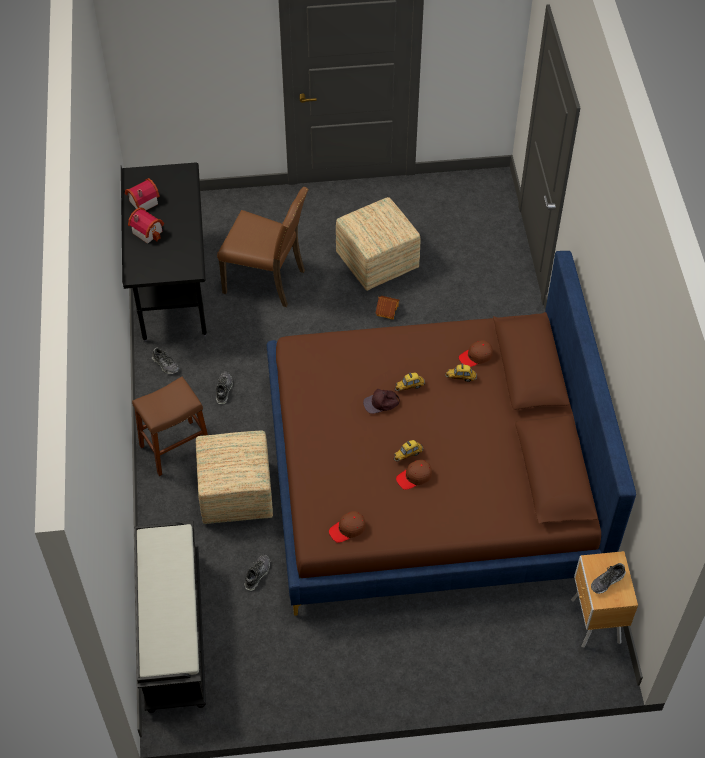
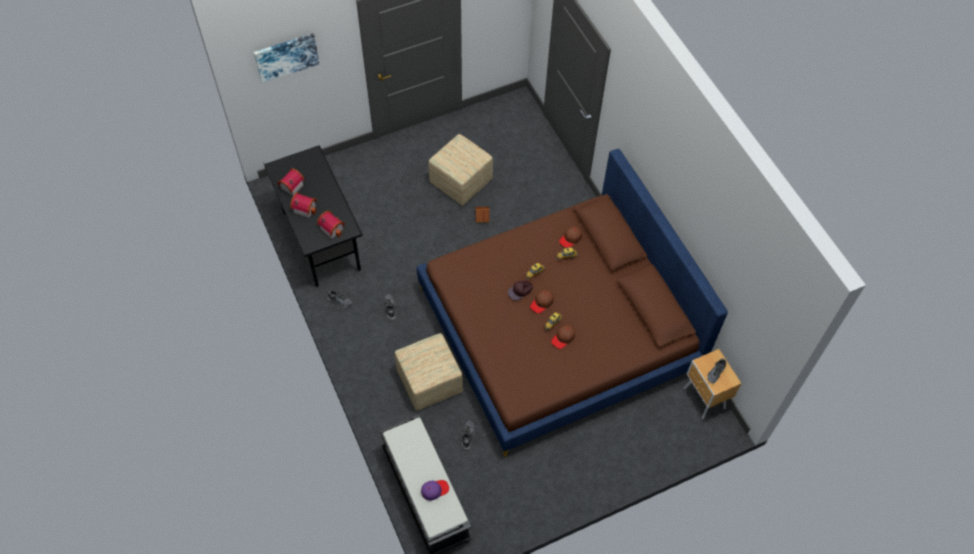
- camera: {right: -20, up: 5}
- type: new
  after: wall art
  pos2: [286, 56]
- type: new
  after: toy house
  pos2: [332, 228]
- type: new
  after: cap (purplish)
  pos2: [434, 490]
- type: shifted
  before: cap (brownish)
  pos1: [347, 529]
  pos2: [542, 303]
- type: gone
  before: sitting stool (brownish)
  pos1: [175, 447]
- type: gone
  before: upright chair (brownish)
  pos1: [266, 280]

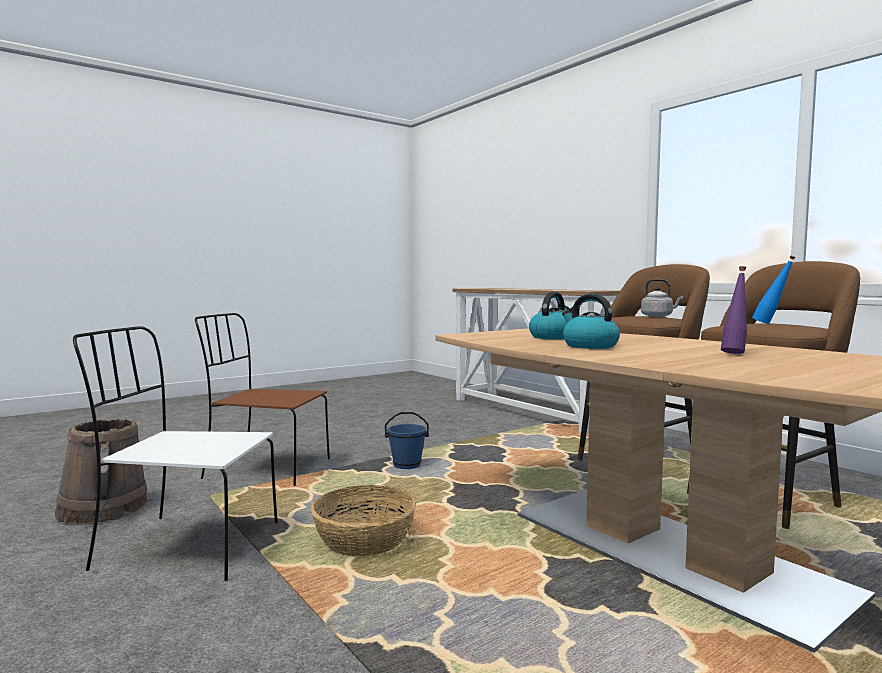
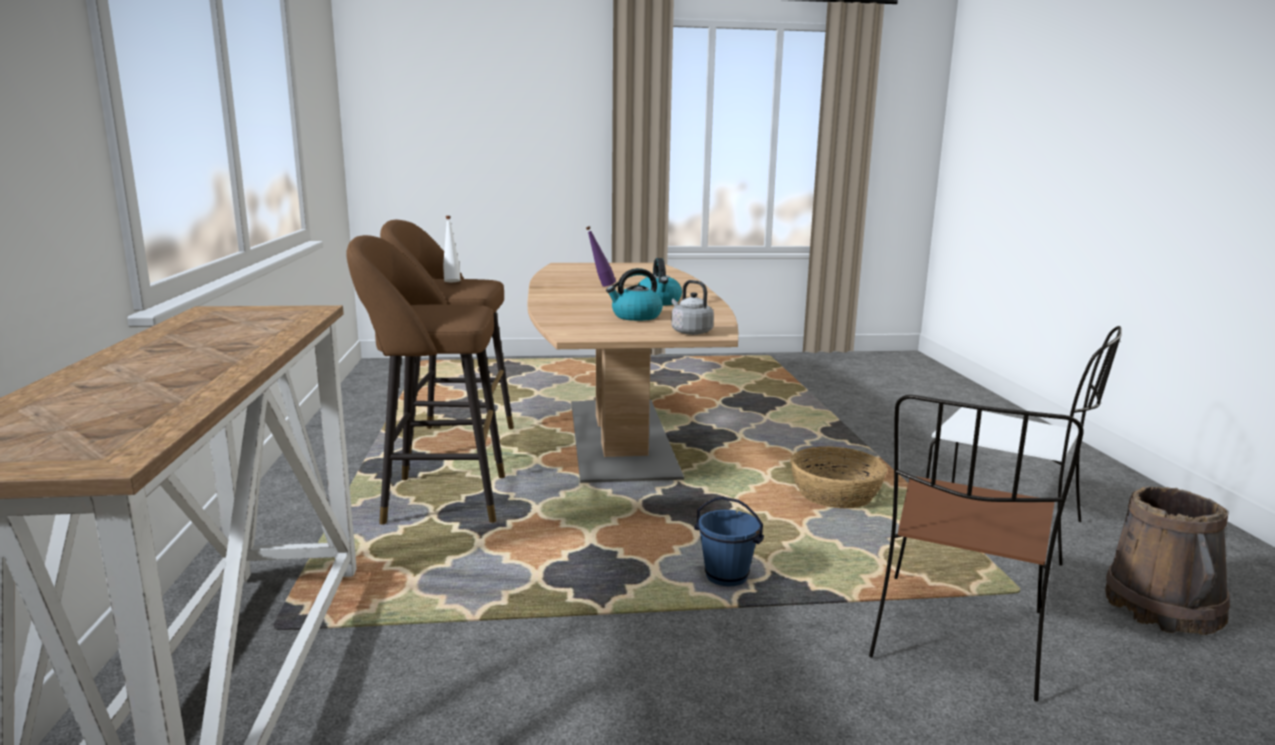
- camera: {right: -150, up: 10}
- type: repainted
  before: beverage bottle (blue)
  after: beverage bottle (whitish)
  pos1: [771, 323]
  pos2: [451, 282]
- type: shifted
  before: tea kettle (grey)
  pos1: [658, 316]
  pos2: [690, 332]
- type: rotated
  before: upright chair (brownish)
  pos1: [265, 469]
  pos2: [957, 637]
  turn: 75

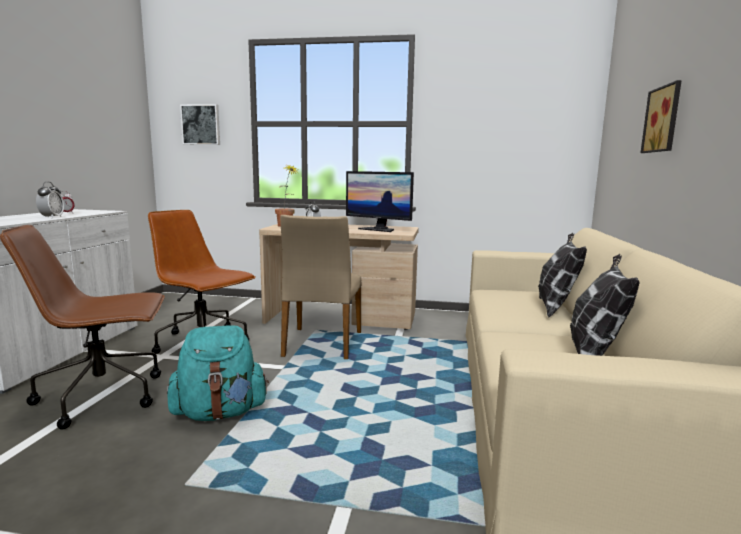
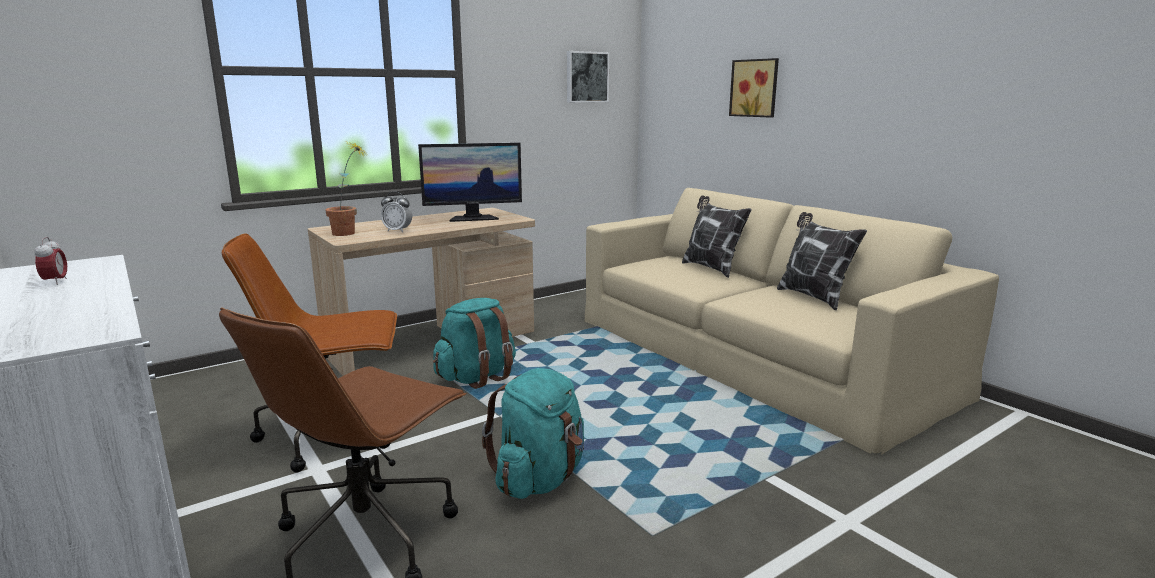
- camera: {right: -45, up: 5}
- type: swapped
  before: upright chair (sand-coloured)
  after: rucksack (turquoise)
  pos1: [322, 343]
  pos2: [477, 377]
- type: shifted
  before: wall art
  pos1: [201, 125]
  pos2: [586, 77]
- type: gone
  before: bedside clock
  pos1: [52, 217]

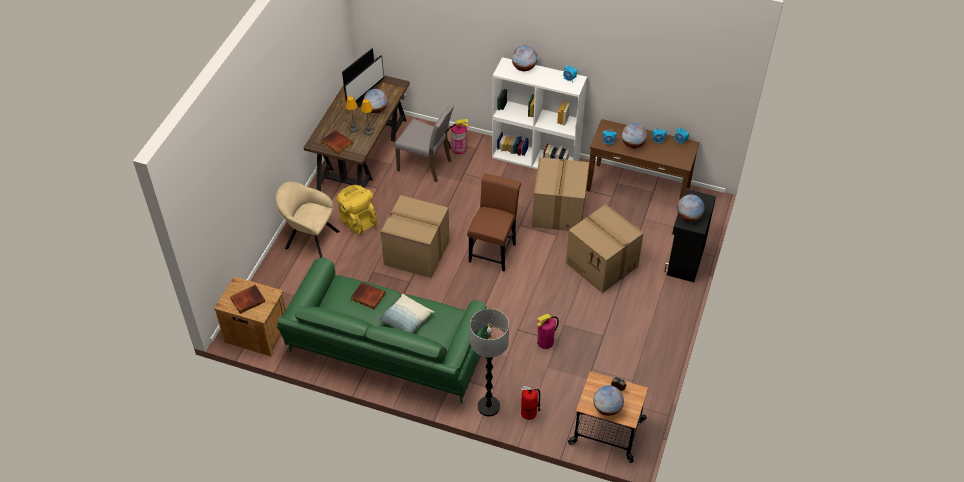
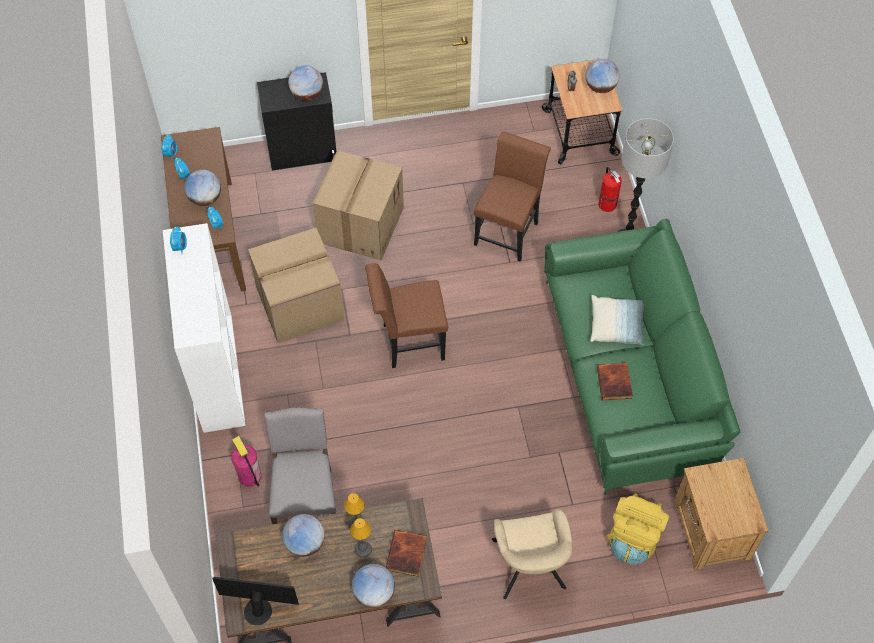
- camera: {right: -120, up: 10}
- type: shifted
  before: world globe
  pos1: [524, 68]
  pos2: [374, 592]
- type: swapped
  before: extinguisher
  after: upright chair (brownish)
  pos1: [545, 342]
  pos2: [508, 230]
- type: shifted
  before: rucksack (yellow)
  pos1: [357, 220]
  pos2: [633, 538]
- type: gone
  before: volume
  pos1: [248, 299]
- type: gone
  before: monitor
  pos1: [363, 95]
- type: gone
  before: cardboard box
  pos1: [415, 253]

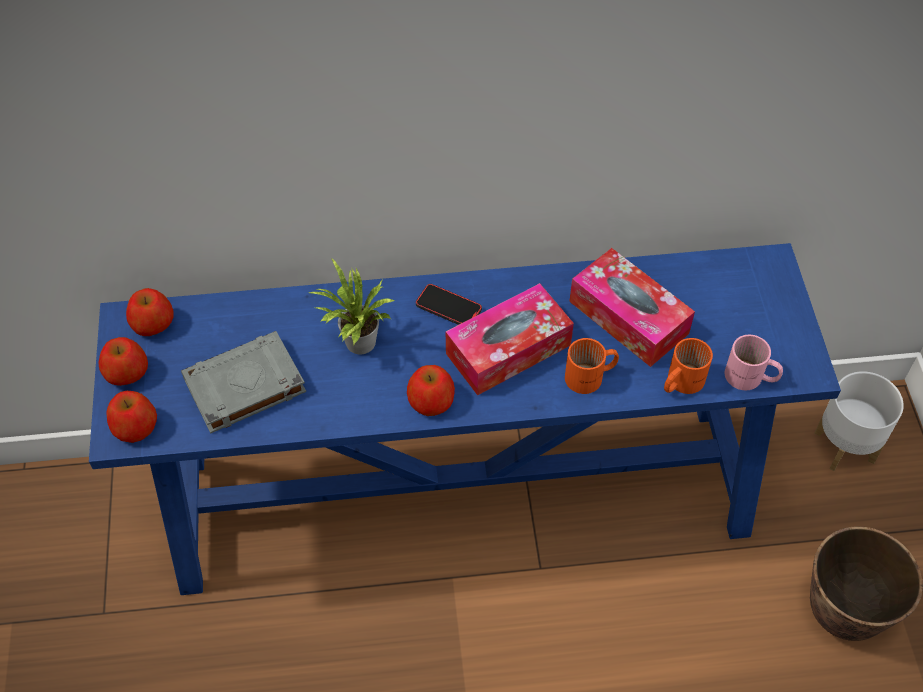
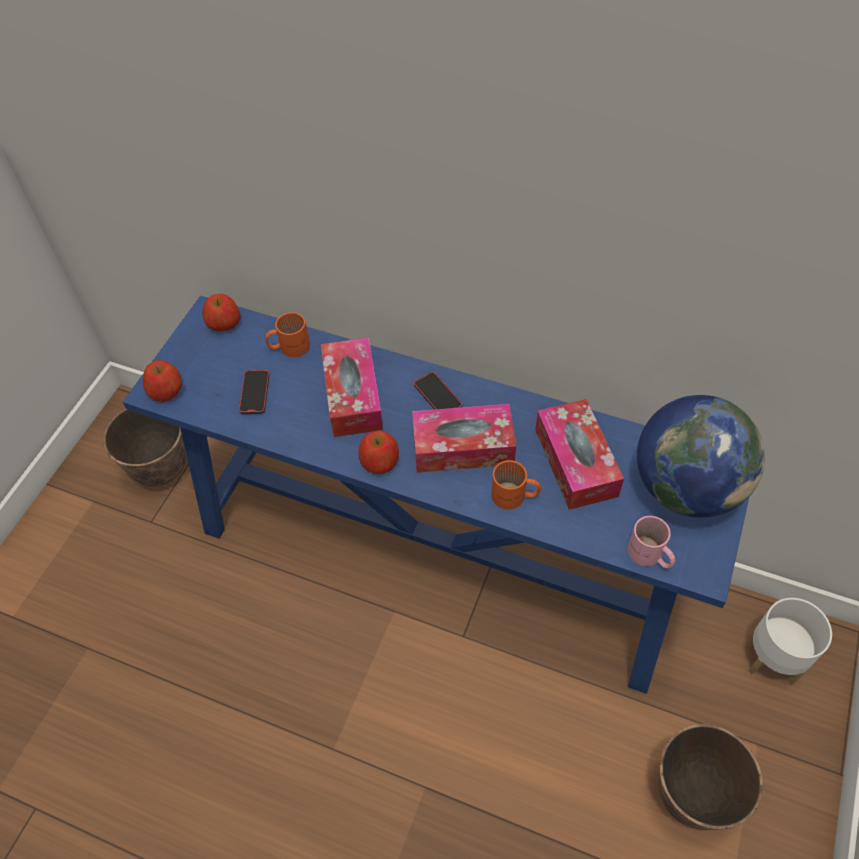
- camera: {right: 30, up: 0}
- type: new
  after: planter
  pos2: [162, 471]
- type: swapped
  before: volume (grey)
  after: telephone
  pos1: [243, 386]
  pos2: [254, 393]
- type: shifted
  before: tea mug (orangey)
  pos1: [680, 381]
  pos2: [289, 346]
- type: swapped
  before: houseplant
  after: tissue holder
  pos1: [357, 344]
  pos2: [353, 396]
- type: new
  after: world globe
  pos2: [686, 487]
- type: gone
  before: whole apple
  pos1: [126, 372]

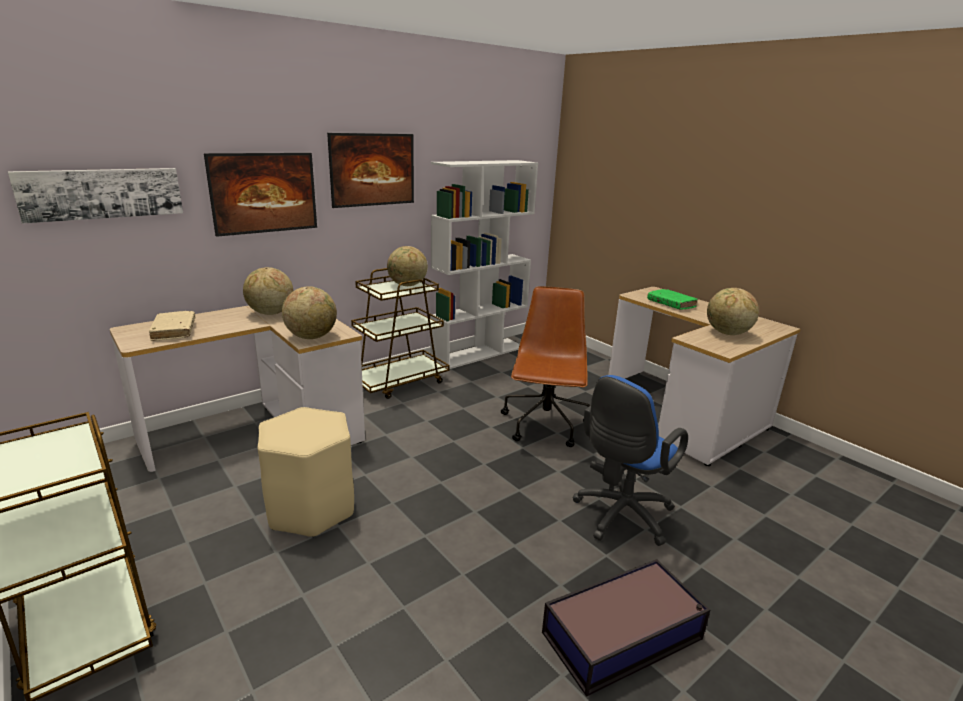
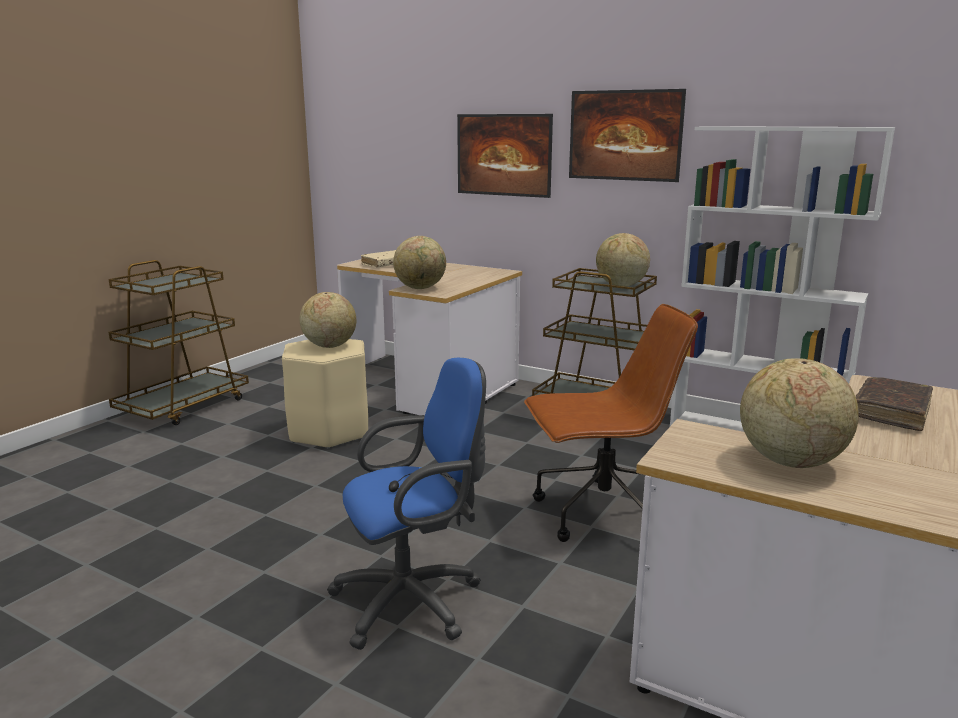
- camera: {right: 70, up: -5}
- type: shifted
  before: world globe
  pos1: [270, 313]
  pos2: [329, 346]
- type: rotated
  before: office chair (blue)
  pos1: [620, 517]
  pos2: [414, 601]
  turn: 135
- type: repainted
  before: volume (green-coloured)
  after: volume (brownish)
  pos1: [671, 304]
  pos2: [891, 412]
- type: gone
  before: wall art
  pos1: [102, 193]
- type: gone
  before: storage container
  pos1: [624, 635]

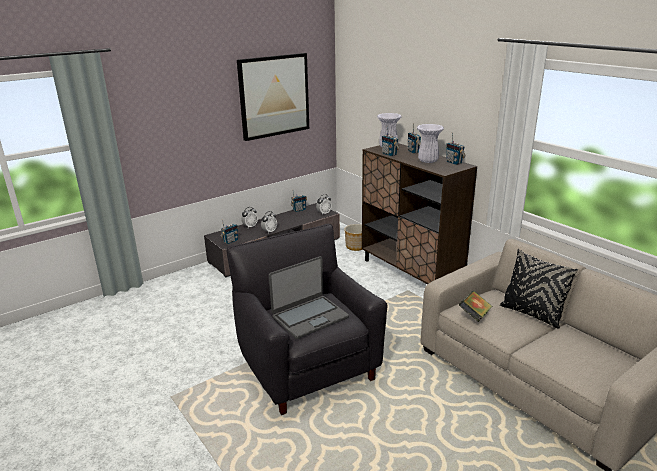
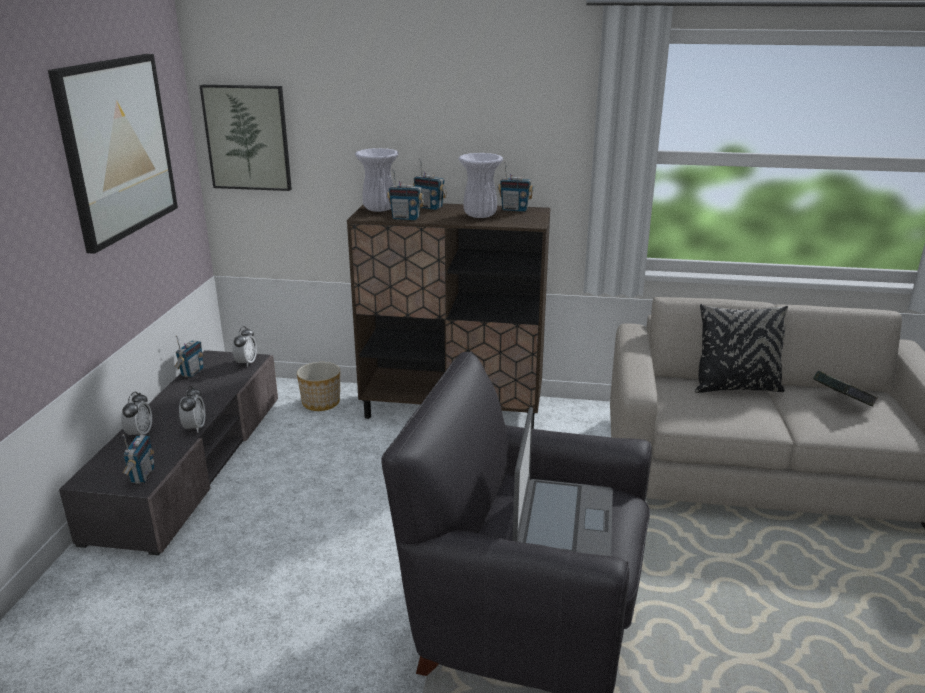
- camera: {right: -45, up: 0}
- type: new
  after: wall art
  pos2: [248, 138]
- type: shifted
  before: volume
  pos1: [474, 315]
  pos2: [841, 403]

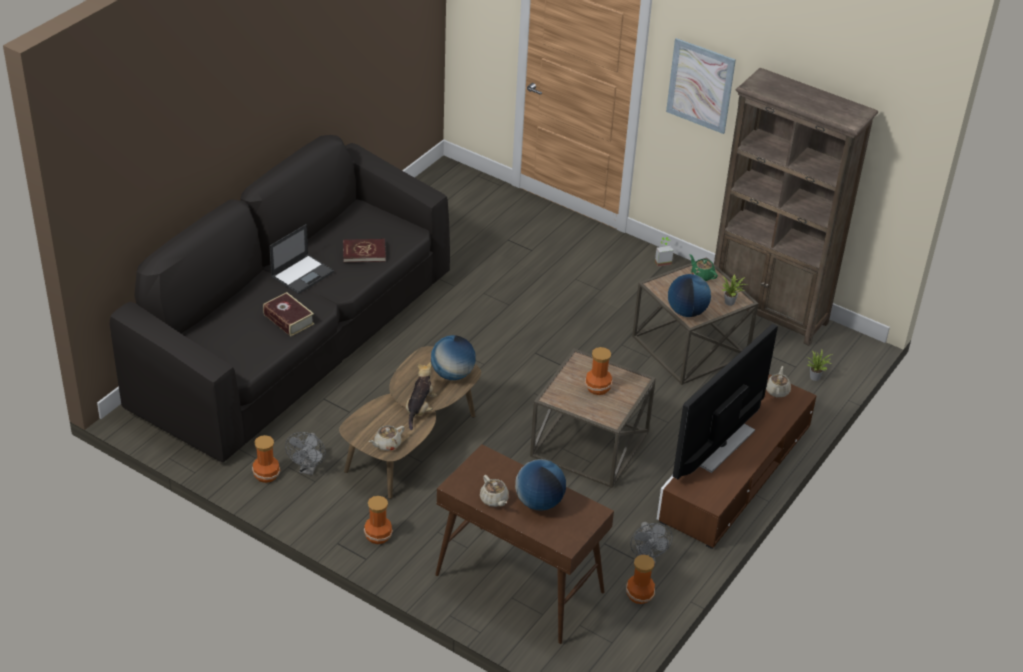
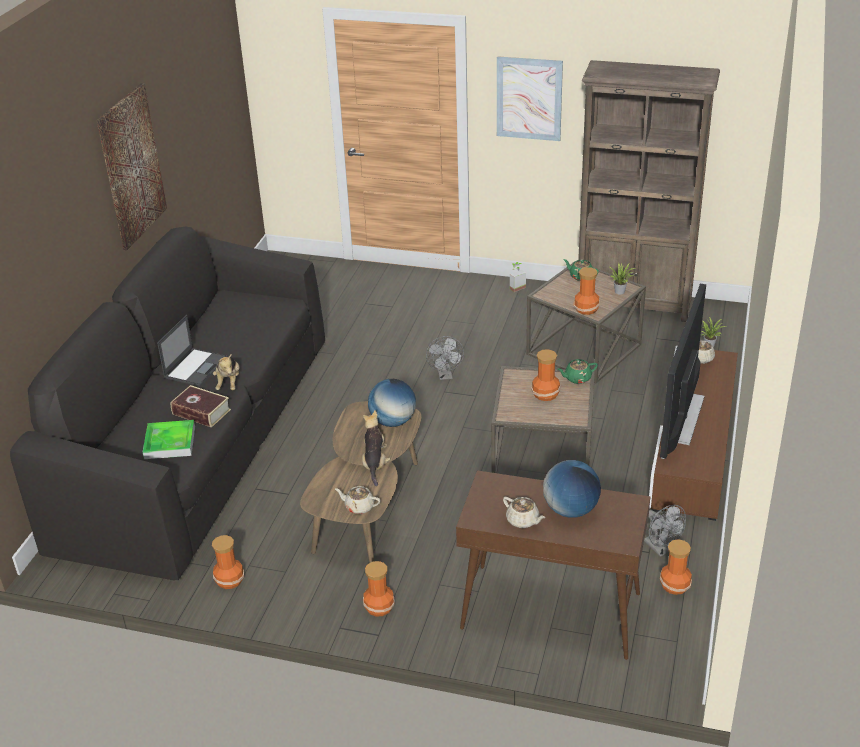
- camera: {right: -15, up: -5}
- type: new
  after: wall art
  pos2: [131, 166]
- type: new
  after: tray
  pos2: [170, 442]
- type: new
  after: plush toy
  pos2: [229, 383]
- type: rotated
  before: pot for tea (sand-coloured)
  pos1: [387, 444]
  pos2: [359, 507]
  turn: 75
- type: shifted
  before: cooling fan (grey)
  pos1: [308, 469]
  pos2: [445, 375]
- type: new
  after: pot for tea (green-coloured)
  pos2: [577, 378]
- type: swapped
  before: world globe
  after: decorative vase
  pos1: [686, 312]
  pos2: [587, 309]
- type: gone
  before: volume (red)
  pos1: [364, 252]

